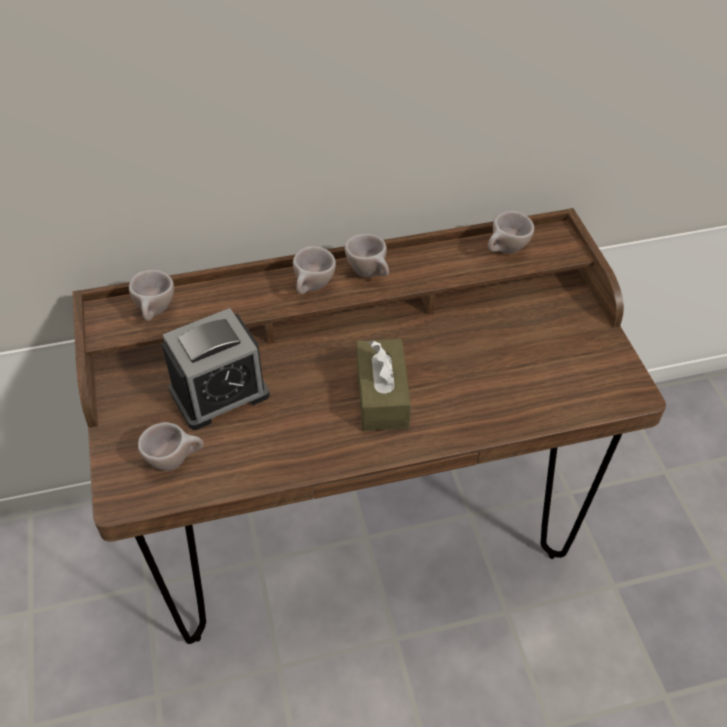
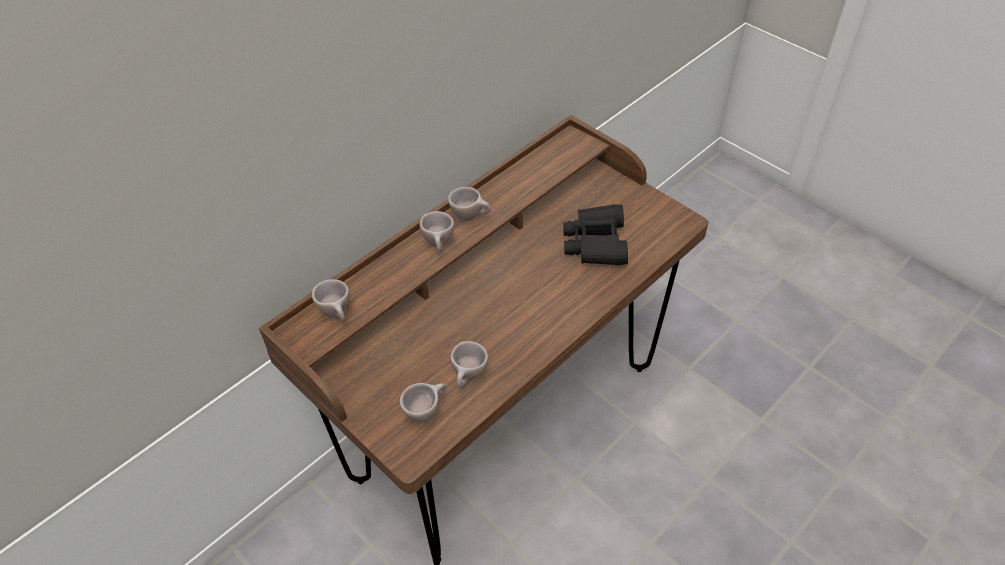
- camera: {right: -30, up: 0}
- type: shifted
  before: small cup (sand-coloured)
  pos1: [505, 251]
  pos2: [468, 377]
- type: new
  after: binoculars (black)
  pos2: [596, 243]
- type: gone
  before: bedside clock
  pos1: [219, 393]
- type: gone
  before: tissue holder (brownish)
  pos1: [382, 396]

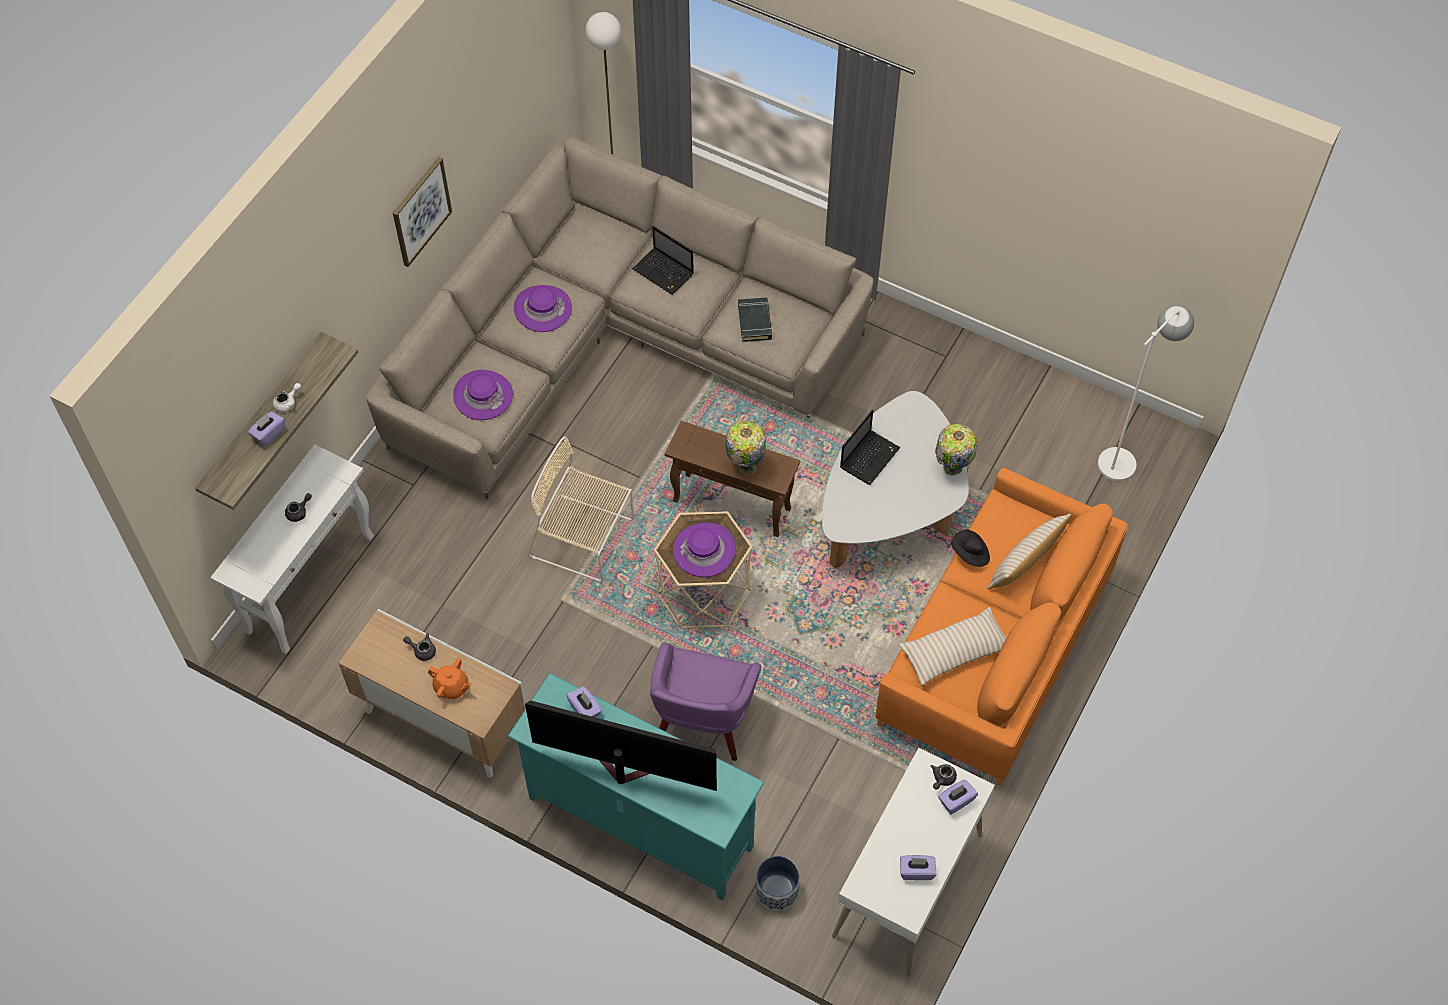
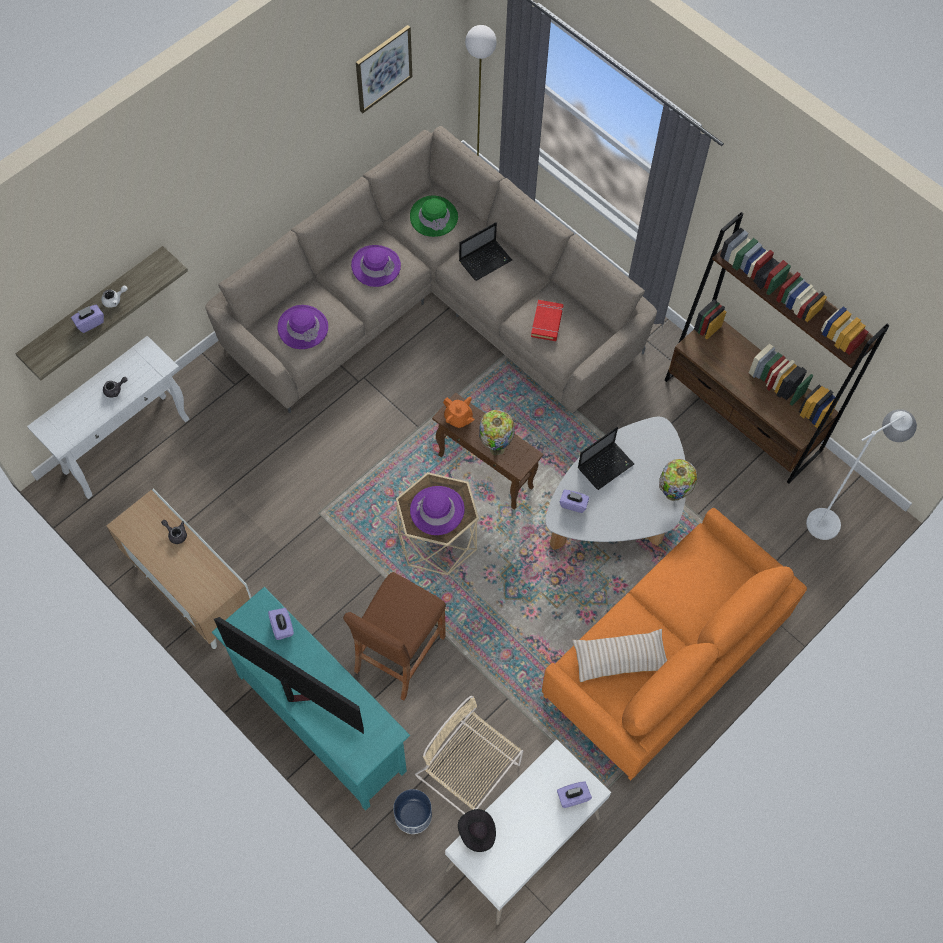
- camera: {right: 15, up: 5}
- type: swapped
  before: easy chair (purplish)
  after: sitting stool (brownish)
  pos1: [702, 724]
  pos2: [399, 653]
- type: shifted
  before: wall art
  pos1: [421, 211]
  pos2: [383, 68]
- type: new
  after: clothing hat (green-coloured)
  pos2: [434, 217]
- type: shifted
  before: upright chair (sand-coloured)
  pos1: [584, 539]
  pos2: [470, 772]
- type: shifted
  before: pot for tea (orangey)
  pos1: [451, 687]
  pos2: [458, 418]
- type: shifted
  before: clothing hat (black)
  pos1: [970, 554]
  pos2: [477, 833]
- type: rotated
  before: portable computer
  pos1: [664, 272]
  pos2: [486, 260]
  turn: -90
- type: repainted
  before: volume (black)
  after: volume (red)
  pos1: [755, 322]
  pos2: [547, 322]
- type: shifted
  before: tissue holder (purplish)
  pos1: [916, 871]
  pos2: [573, 504]
- type: new
  after: shelving unit (brownish)
  pos2: [742, 415]
- type: gone
  before: pot for tea (grey)
  pos1: [942, 779]
- type: gone
  before: cushion (sand-coloured)
  pos1: [1025, 562]

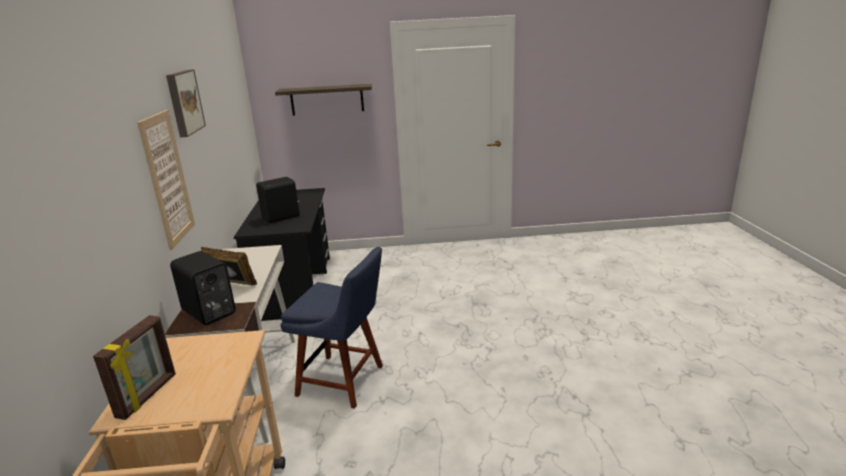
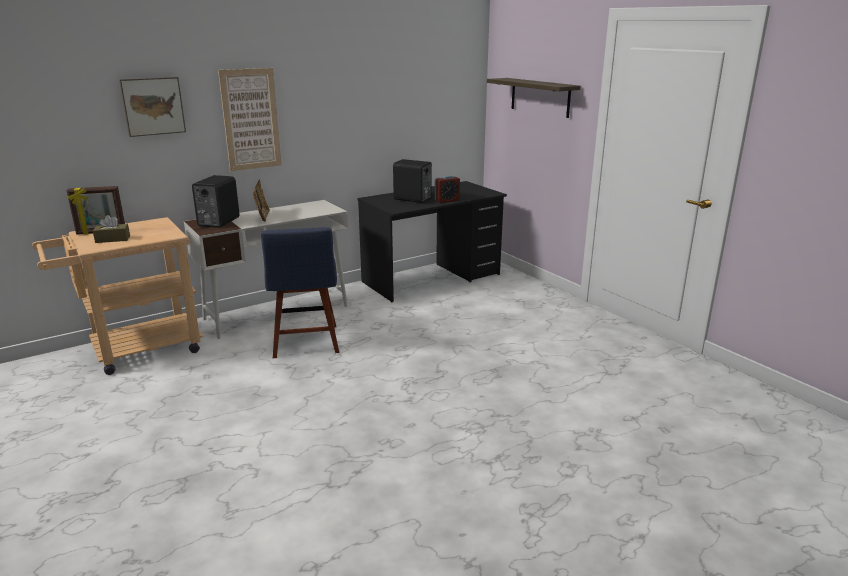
- camera: {right: 60, up: 0}
- type: new
  after: tissue holder (brownish)
  pos2: [113, 239]
- type: shifted
  before: wall art
  pos1: [183, 102]
  pos2: [152, 106]
- type: new
  after: bedside clock
  pos2: [447, 200]

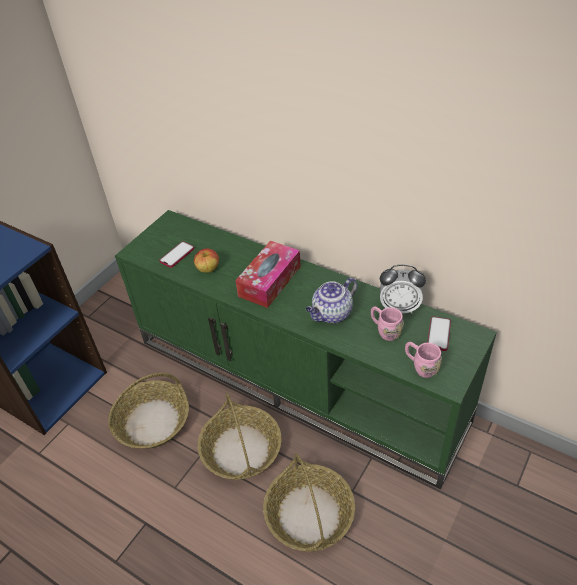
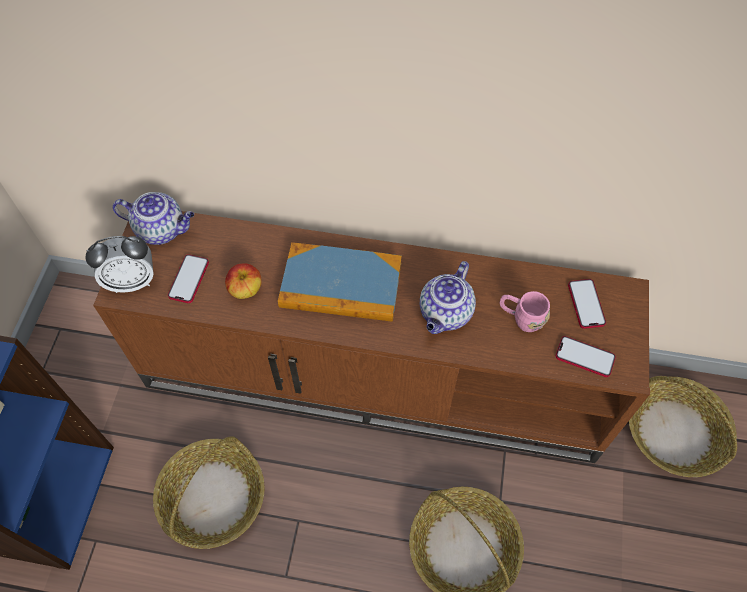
- camera: {right: -25, up: 15}
- type: shifted
  before: bedside clock
  pos1: [399, 307]
  pos2: [132, 281]
- type: repainted
  before: tv stand (green-coloured)
  after: tv stand (brownish)
  pos1: [299, 379]
  pos2: [376, 374]
- type: new
  after: pot for tea
  pos2: [162, 229]
- type: swapped
  before: tissue holder
  after: volume
  pos1: [270, 281]
  pos2: [341, 285]
- type: swapped
  before: tea mug (pink)
  after: telephone
  pos1: [420, 366]
  pos2: [584, 357]
- type: shifted
  before: household basket
  pos1: [241, 450]
  pos2: [675, 433]

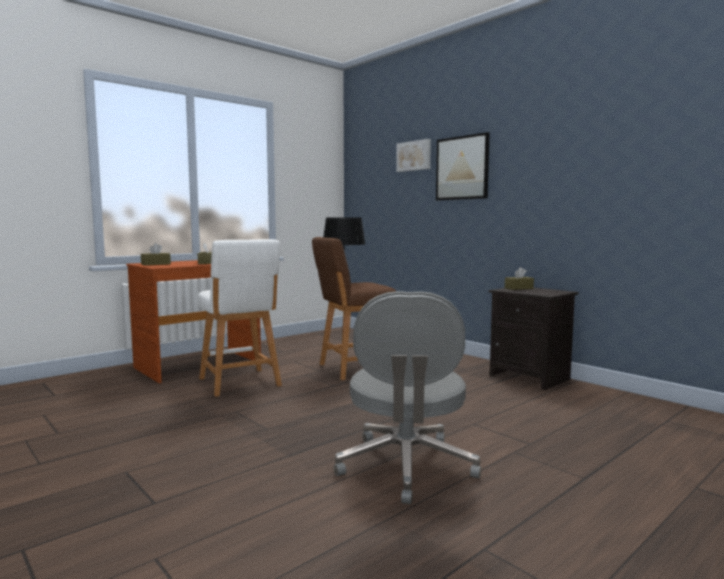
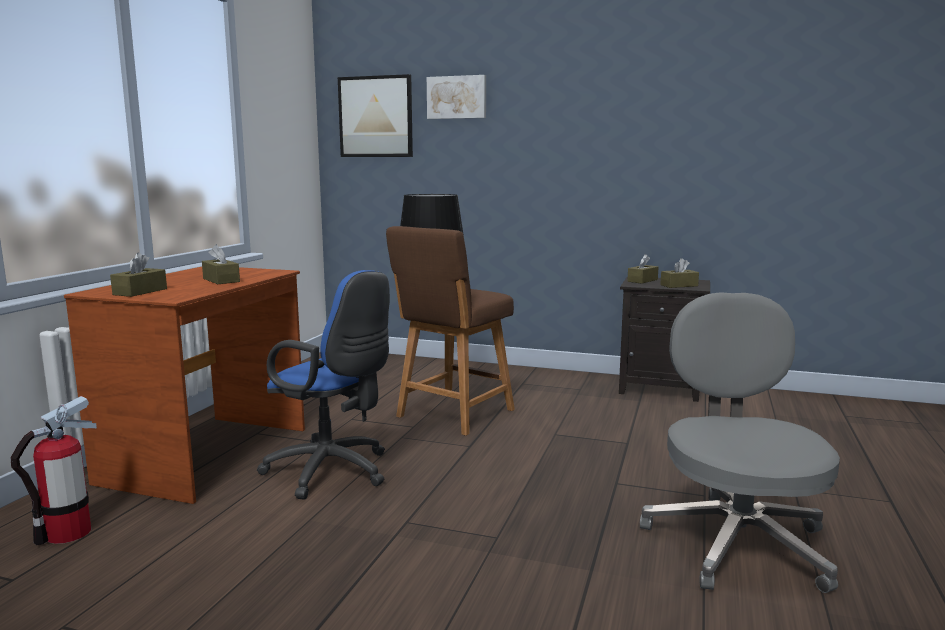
- camera: {right: -30, up: 5}
- type: new
  after: extinguisher
  pos2: [68, 533]
- type: swapped
  before: sitting stool (whitish)
  after: office chair (blue)
  pos1: [241, 383]
  pos2: [333, 472]
- type: shifted
  before: wall art
  pos1: [462, 168]
  pos2: [375, 117]
- type: rotated
  before: office chair (grey)
  pos1: [406, 467]
  pos2: [736, 541]
  turn: -150
- type: new
  after: tissue holder (brownish)
  pos2: [679, 285]

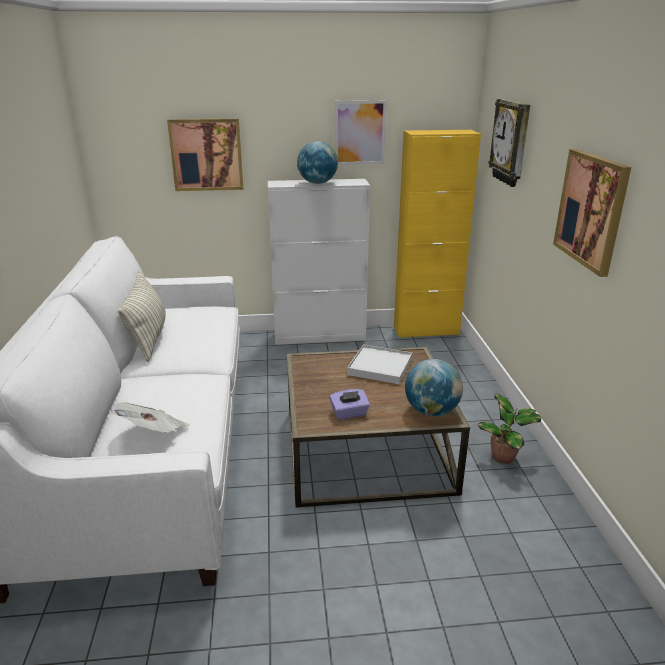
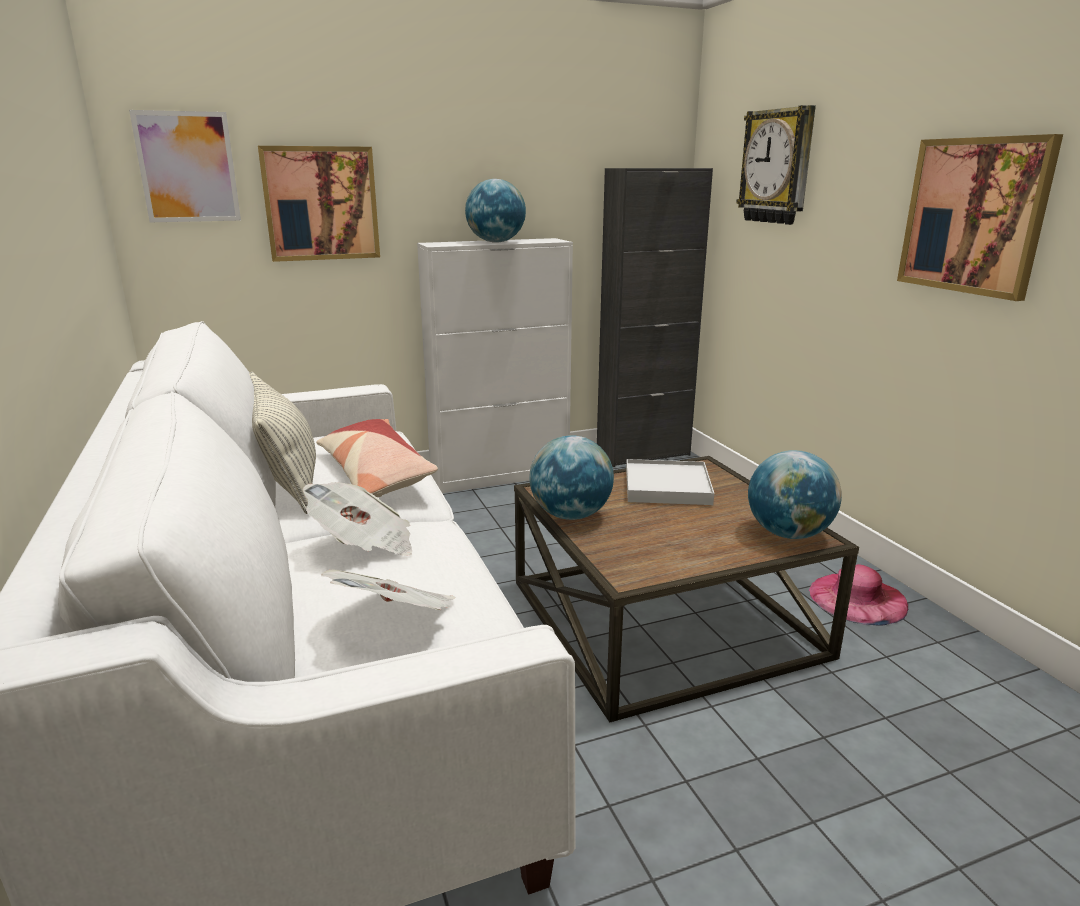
- camera: {right: -15, up: -5}
- type: shifted
  before: wall art
  pos1: [360, 133]
  pos2: [187, 167]
- type: new
  after: daily paper
  pos2: [364, 544]
- type: new
  after: cushion
  pos2: [375, 474]
- type: new
  after: world globe
  pos2: [570, 515]
- type: repainted
  before: cupboard (yellow)
  after: cupboard (black)
  pos1: [426, 330]
  pos2: [643, 454]
- type: swapped
  before: houseplant
  after: clothing hat (pink)
  pos1: [504, 457]
  pos2: [858, 598]
- type: gone
  before: tissue holder (purplish)
  pos1: [349, 413]

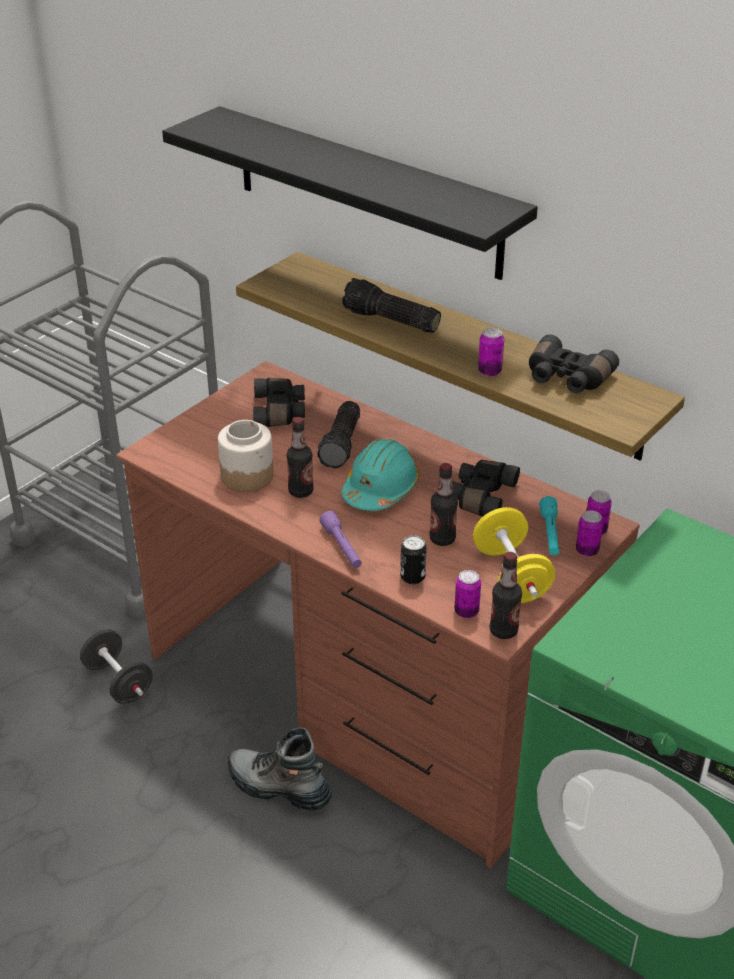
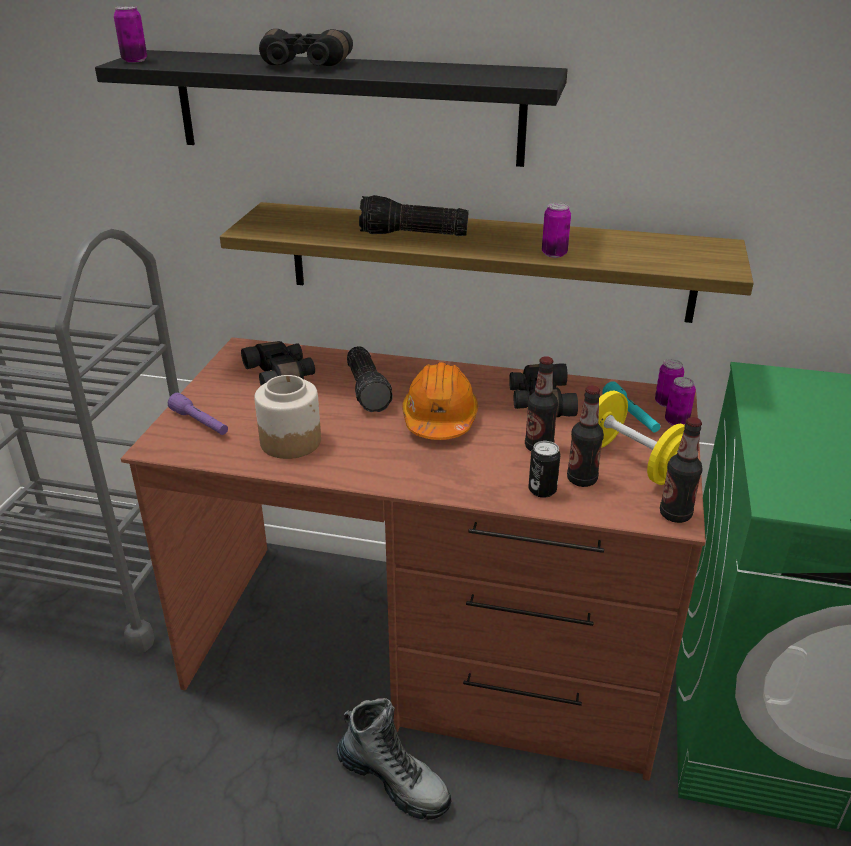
- camera: {right: -25, up: -5}
- type: shifted
  before: metal can
  pos1: [466, 611]
  pos2: [134, 60]
- type: shifted
  before: torch (purplish)
  pos1: [342, 547]
  pos2: [200, 423]
- type: shifted
  before: binoculars (black)
  pos1: [566, 378]
  pos2: [303, 65]
- type: rotated
  before: tall boot
  pos1: [278, 787]
  pos2: [394, 780]
  turn: -150
- type: repainted
  before: safety helmet (turquoise)
  after: safety helmet (orangey)
  pos1: [380, 489]
  pos2: [439, 419]
- type: shifted
  before: beverage bottle
  pos1: [300, 491]
  pos2: [581, 479]
- type: gone
  before: hand weight (black)
  pos1: [118, 682]

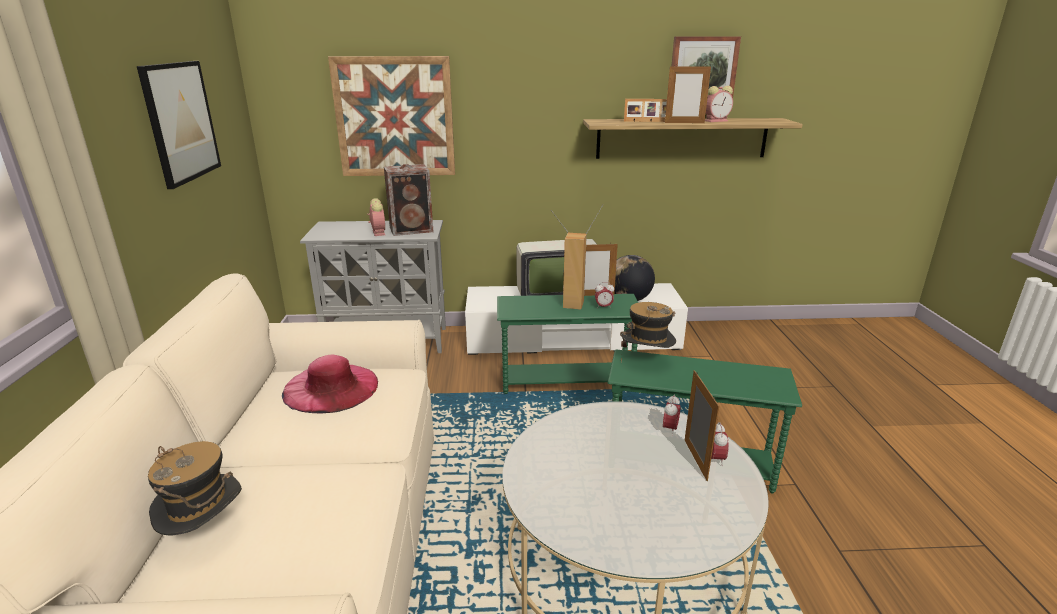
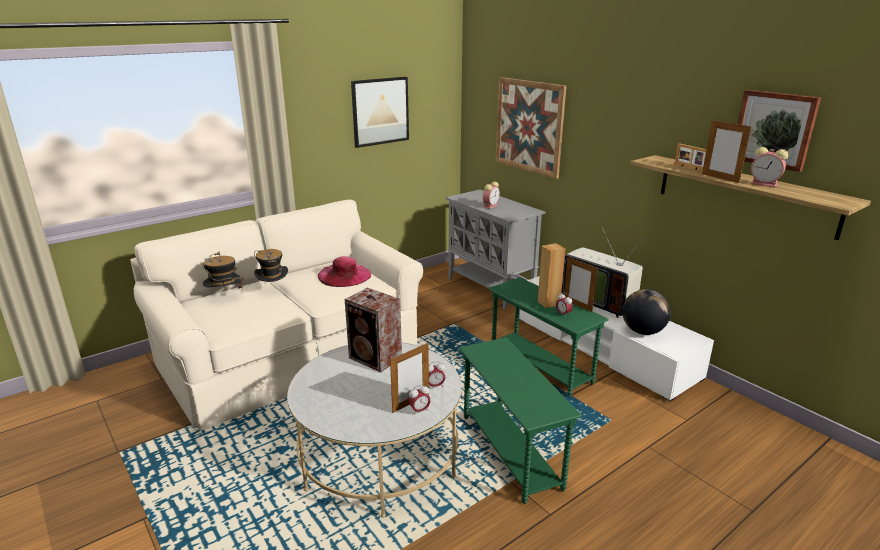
- camera: {right: 55, up: 0}
- type: shifted
  before: clothing hat
  pos1: [646, 361]
  pos2: [273, 290]
- type: shifted
  before: loudspeaker
  pos1: [412, 229]
  pos2: [376, 359]

